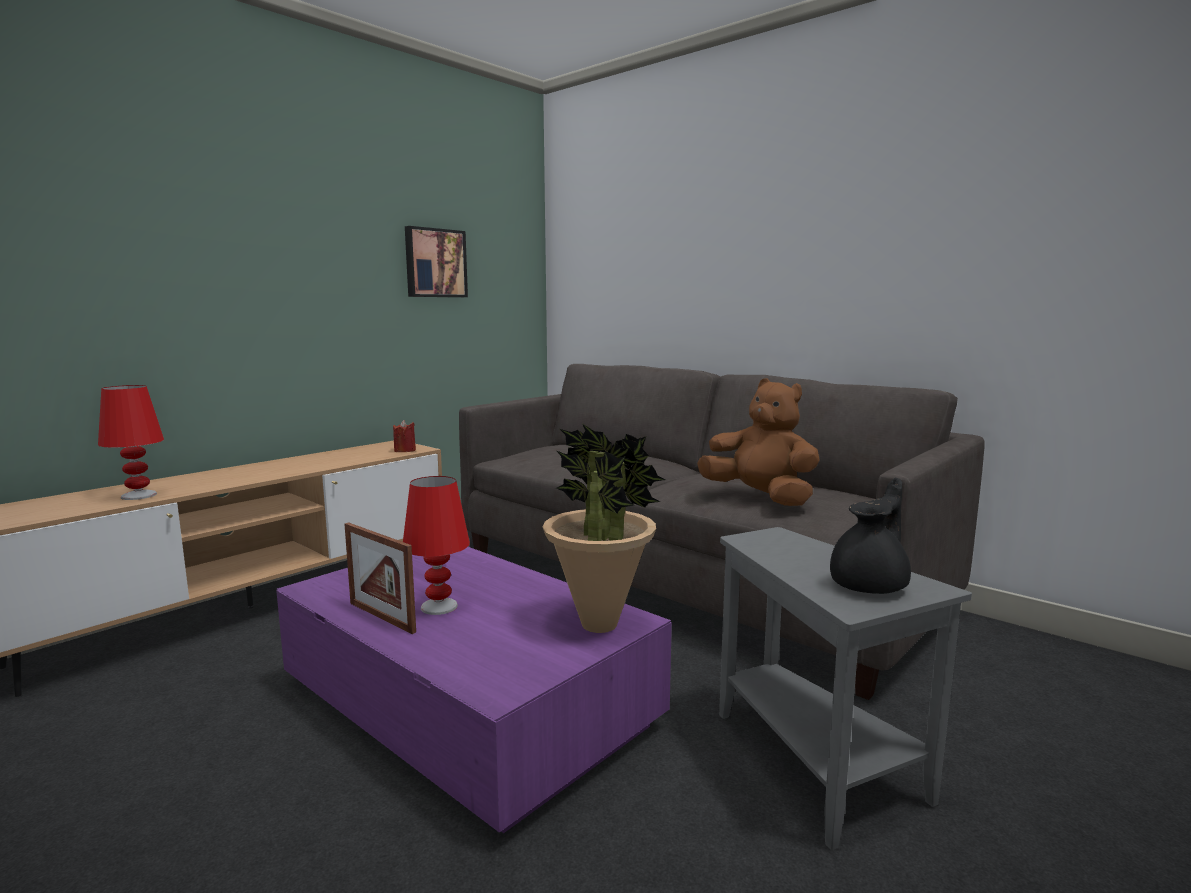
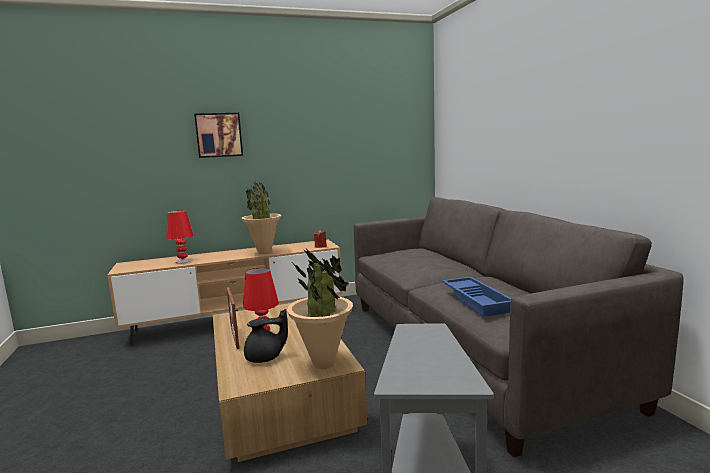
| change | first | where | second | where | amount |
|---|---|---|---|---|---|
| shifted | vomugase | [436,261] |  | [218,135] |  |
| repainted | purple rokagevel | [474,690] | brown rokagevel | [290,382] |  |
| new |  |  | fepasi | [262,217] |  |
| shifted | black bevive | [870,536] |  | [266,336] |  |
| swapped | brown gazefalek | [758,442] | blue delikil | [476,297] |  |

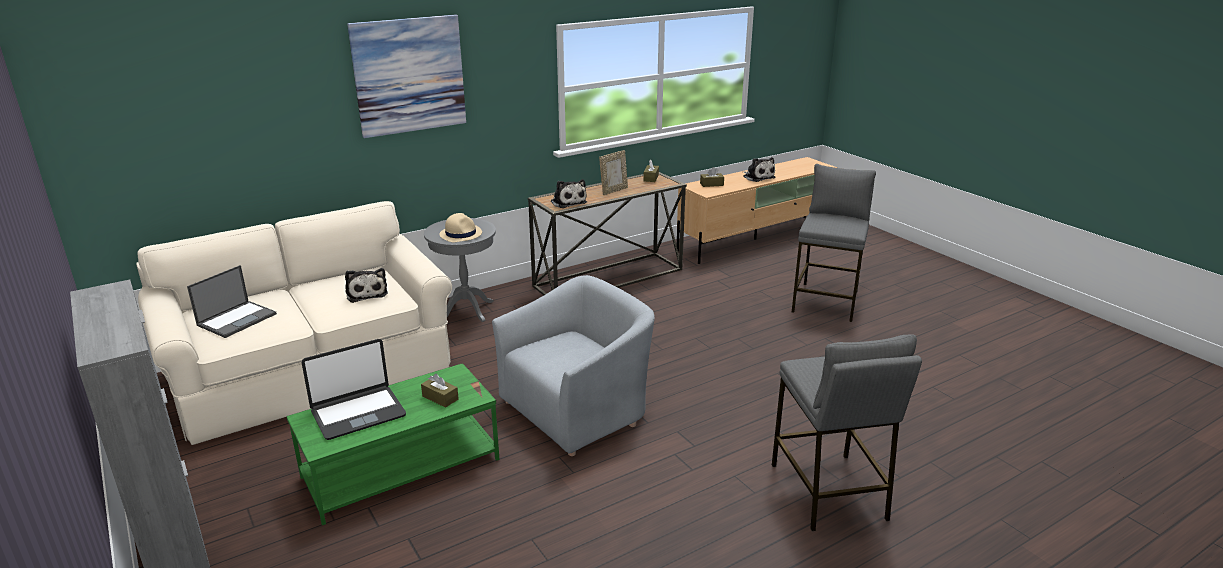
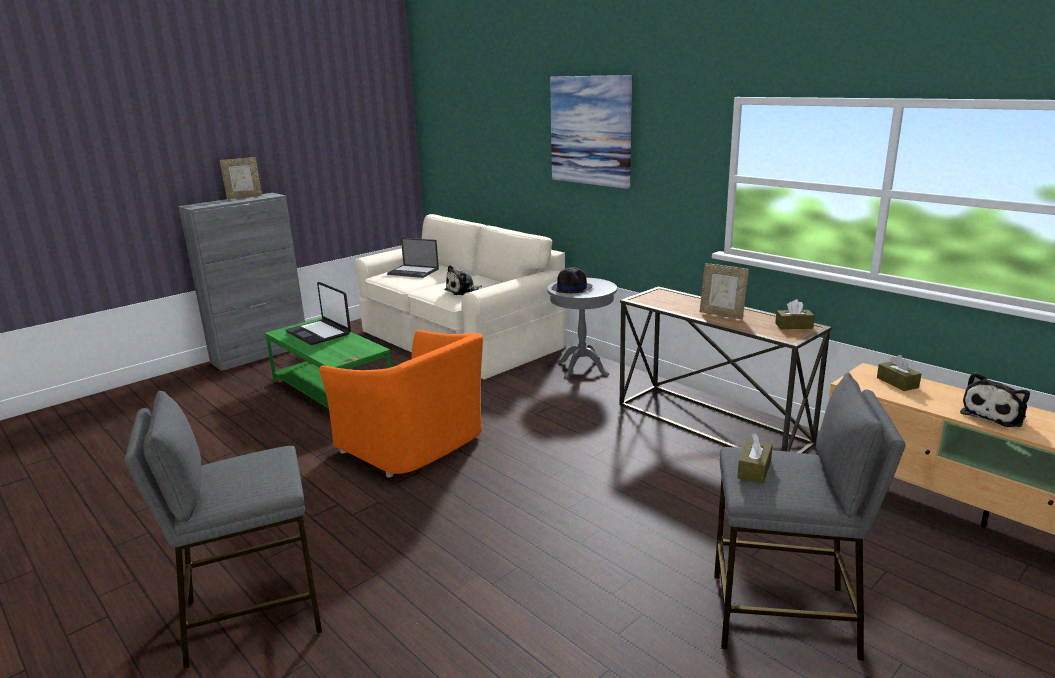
| change | first | where | second | where | amount |
|---|---|---|---|---|---|
| new |  |  | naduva | [240,178] |  |
| repainted | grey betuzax | [573,365] | orange betuzax | [401,403] |  |
| repainted | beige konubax | [460,227] | black konubax | [572,280] |  |
| shifted | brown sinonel | [440,391] |  | [755,458] |  |
| gone | gazefalek | [569,193] |  |  |  |

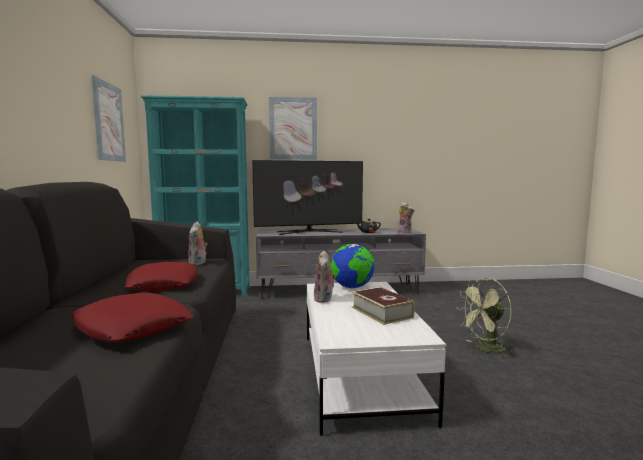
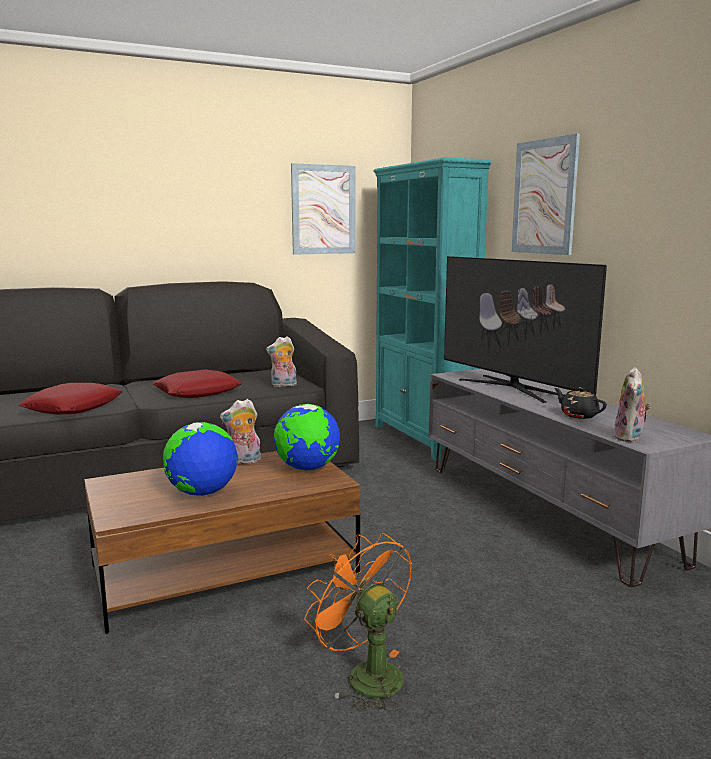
| change | first | where | second | where | amount |
|---|---|---|---|---|---|
| repainted | white rokagevel | [376,359] | brown rokagevel | [222,542] |  |
| swapped | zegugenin | [383,306] | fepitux | [200,459] |  |
| repainted | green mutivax | [485,318] | orange mutivax | [358,622] |  |

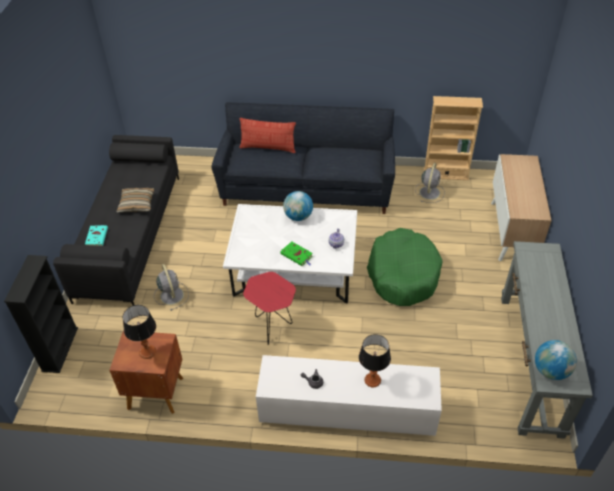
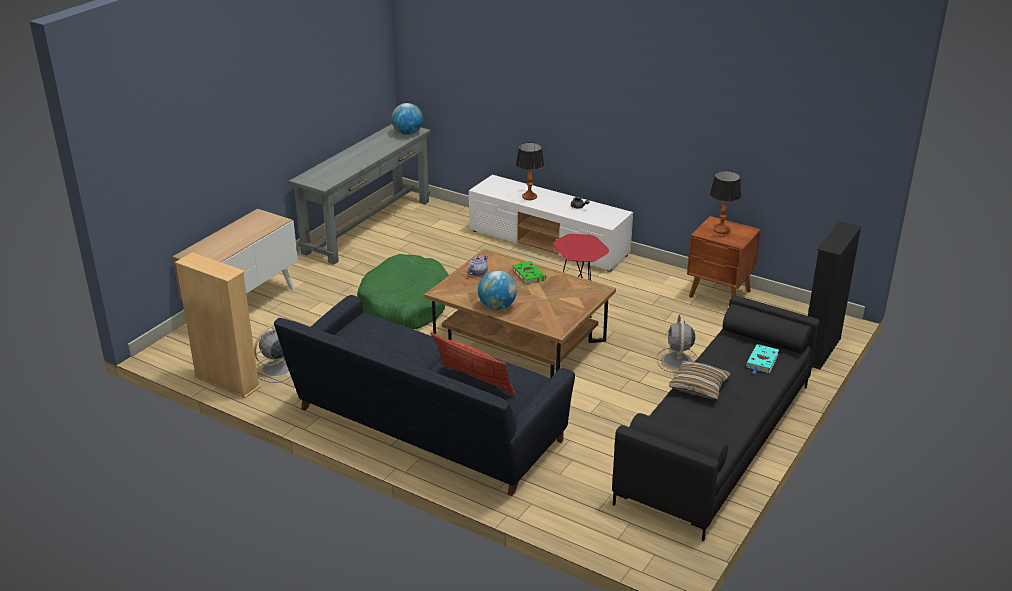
| change | first | where | second | where | amount |
|---|---|---|---|---|---|
| repainted | white rokagevel | [290,254] | brown rokagevel | [520,313] |  |

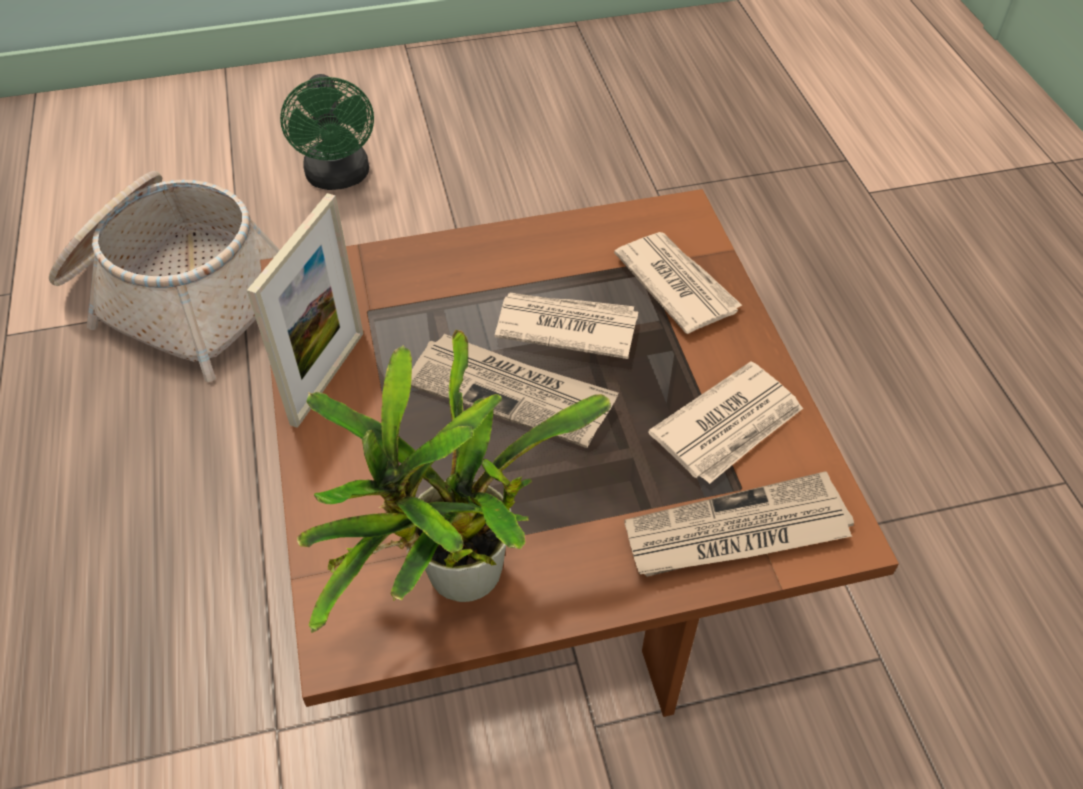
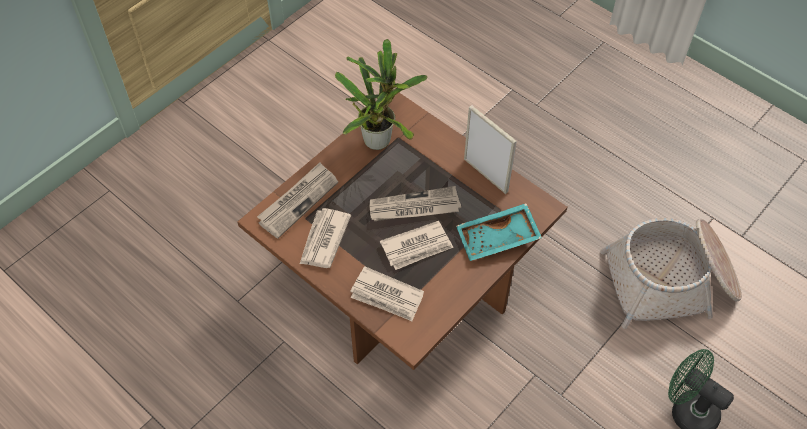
| change | first | where | second | where | amount |
|---|---|---|---|---|---|
| new |  |  | turquoise delikil | [499,232] |  |
| rotated | naduva | [305,310] |  | [490,149] | 150 degrees clockwise |

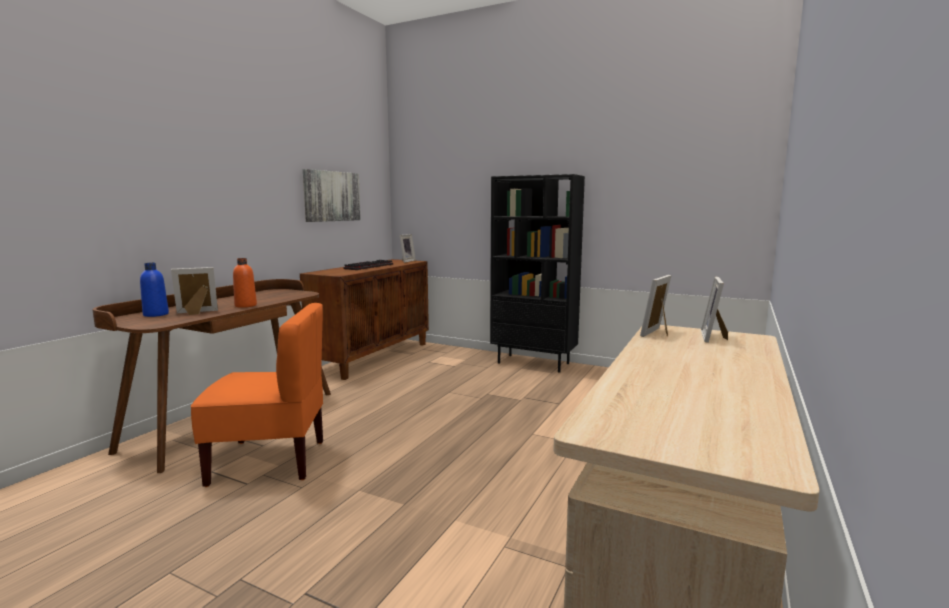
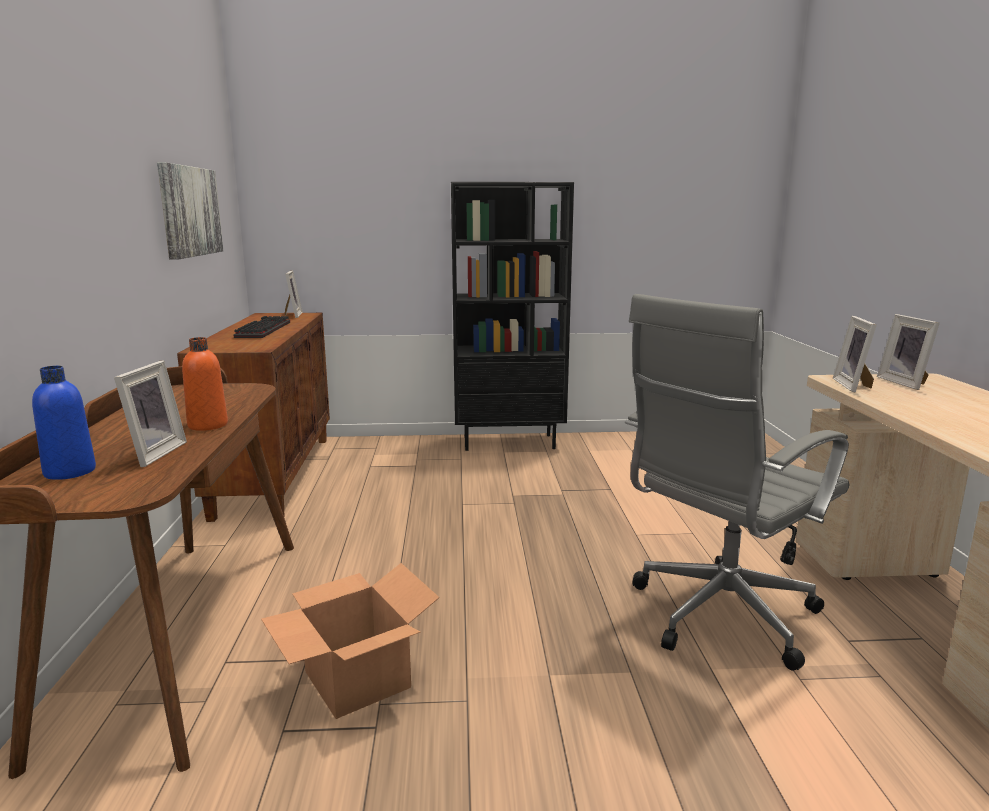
| change | first | where | second | where | amount |
|---|---|---|---|---|---|
| rotated | naduva | [194,291] |  | [150,413] | 150 degrees clockwise |
| swapped | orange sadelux | [257,395] | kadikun | [350,641] |  |
| new |  |  | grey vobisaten | [737,482] |  |

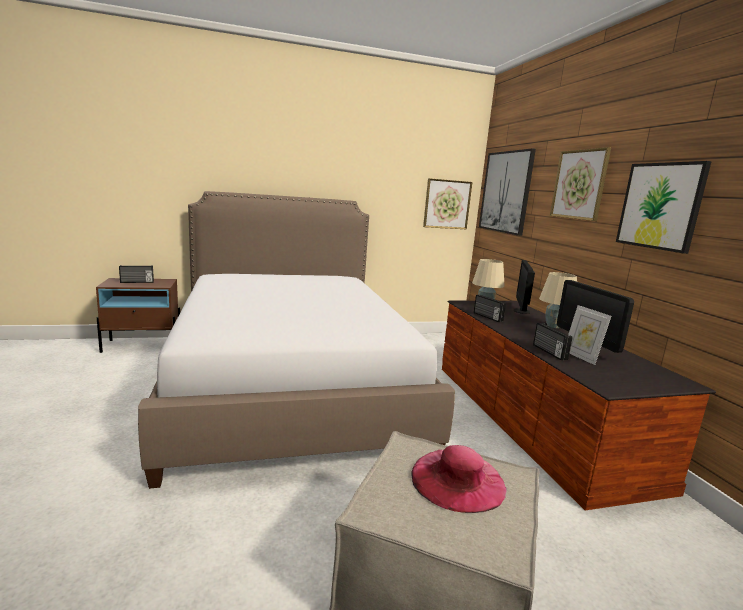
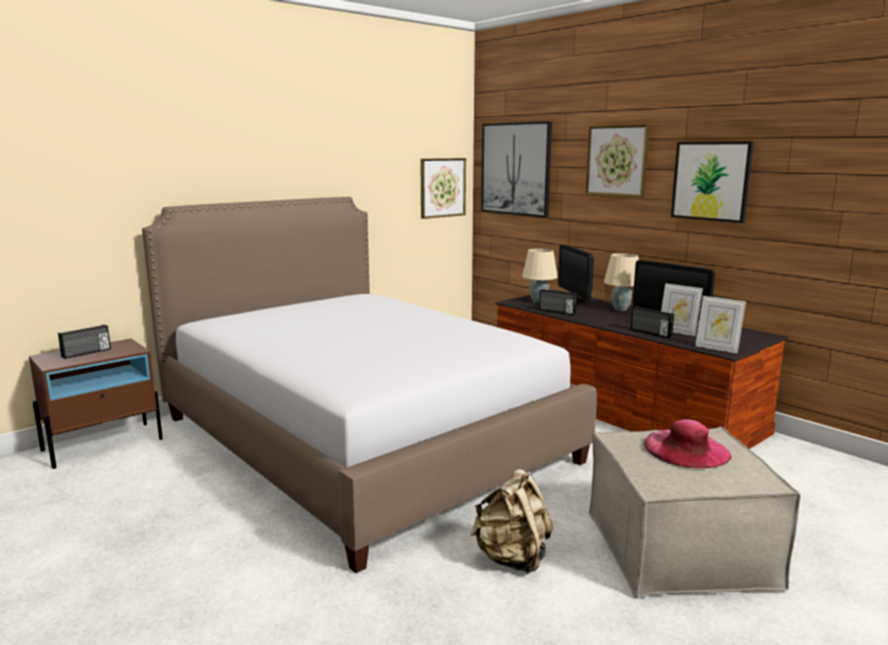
| change | first | where | second | where | amount |
|---|---|---|---|---|---|
| new |  |  | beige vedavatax | [512,521] |  |
| new |  |  | naduva | [720,325] |  |

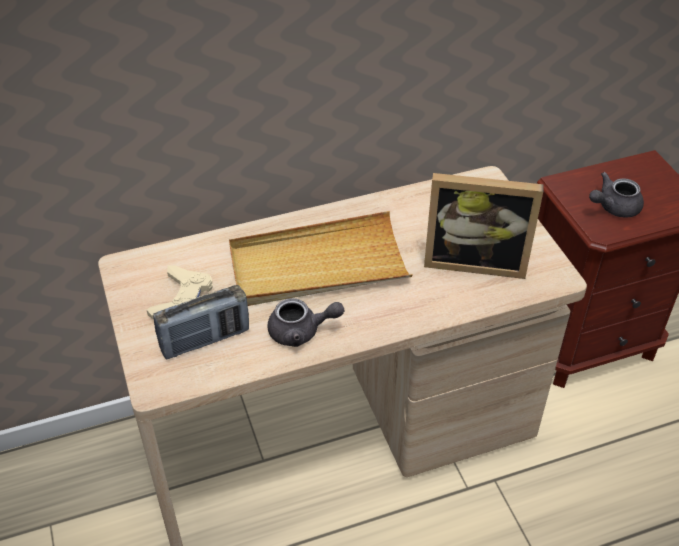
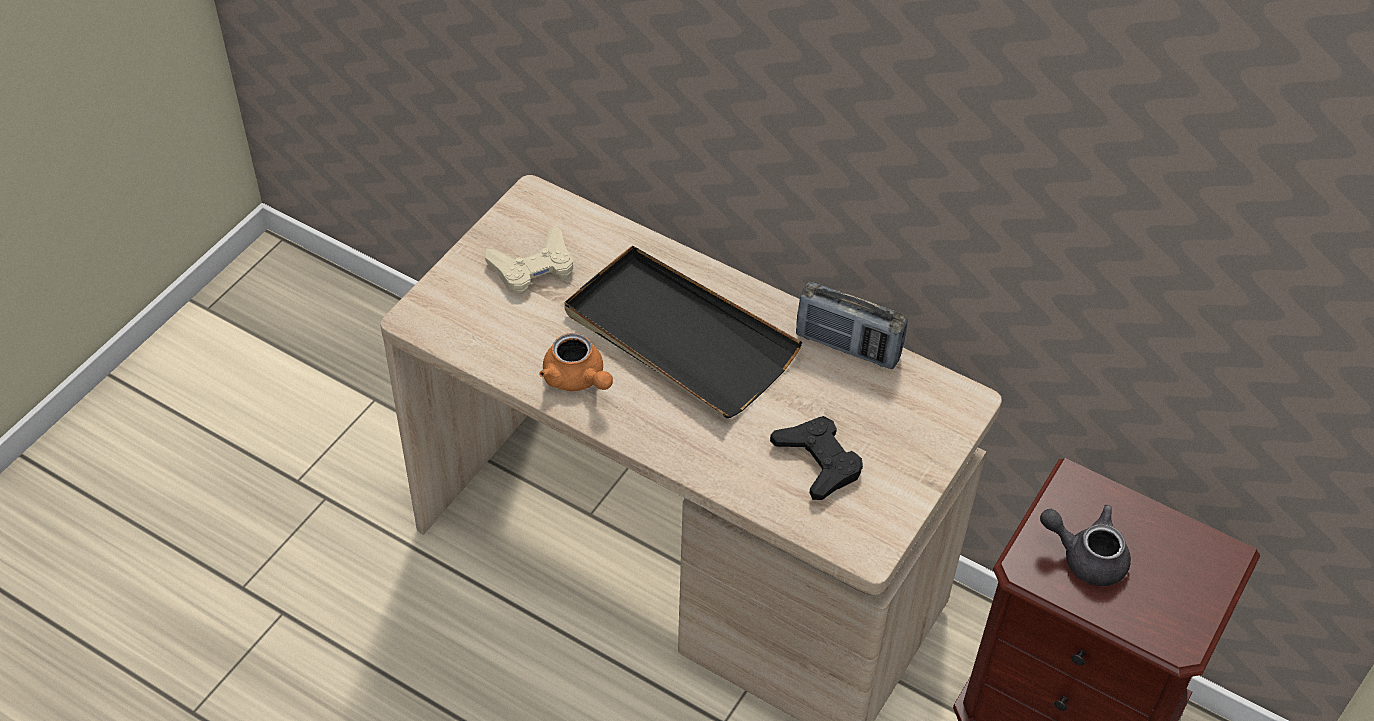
| change | first | where | second | where | amount |
|---|---|---|---|---|---|
| repainted | grey bevive | [306,322] | orange bevive | [576,362] |  |
| repainted | beige delikil | [321,258] | black delikil | [683,331] |  |
| swapped | naduva | [484,226] | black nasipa | [816,458] |  |
| shifted | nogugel | [201,322] |  | [852,325] |  |

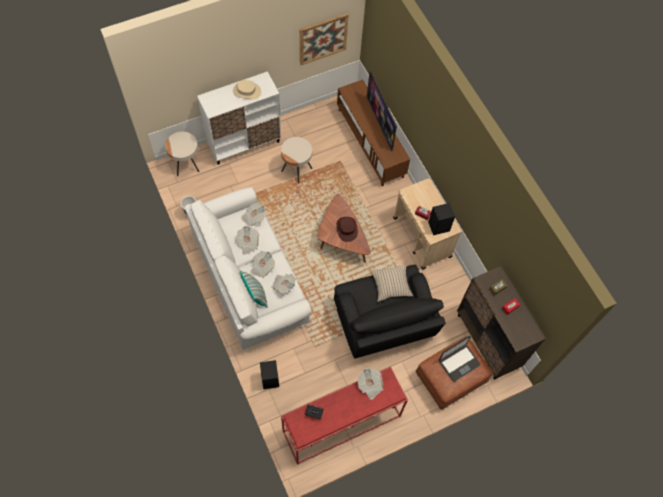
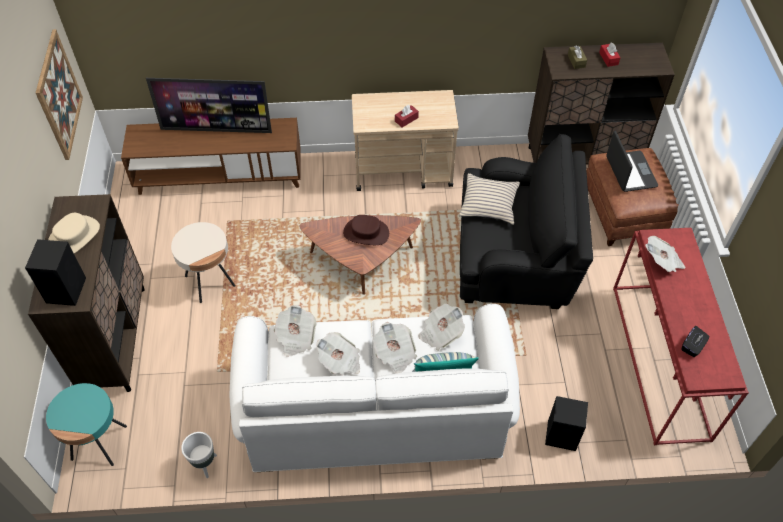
| change | first | where | second | where | amount |
|---|---|---|---|---|---|
| shifted | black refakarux | [441,219] |  | [55,272] |  |
| repainted | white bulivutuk | [239,118] | brown bulivutuk | [86,293] |  |
| repainted | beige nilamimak | [182,153] | turquoise nilamimak | [86,424] |  |

